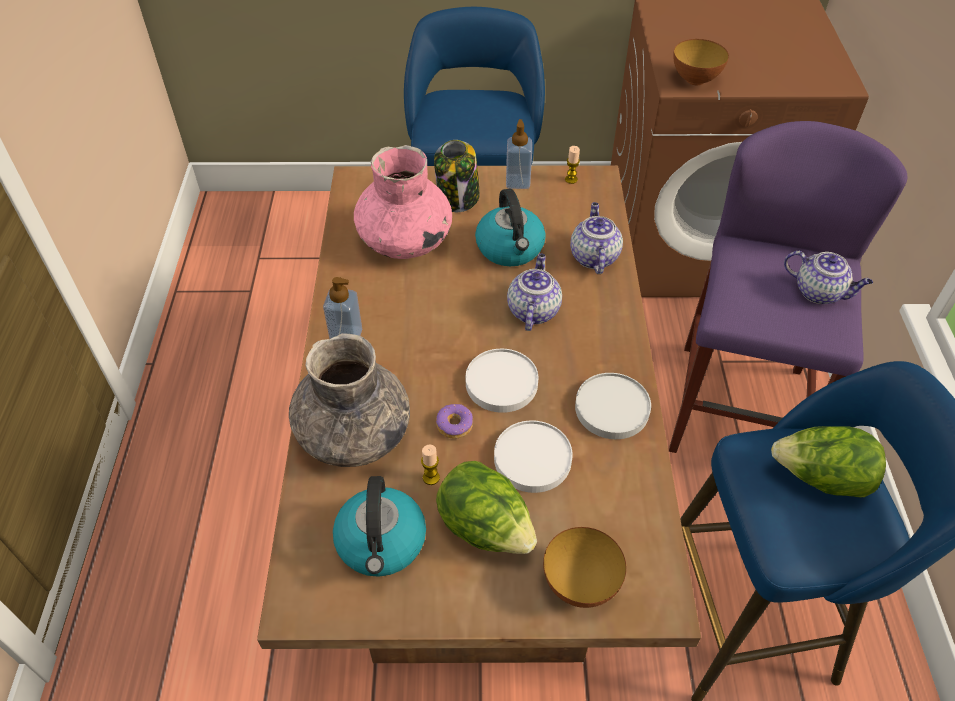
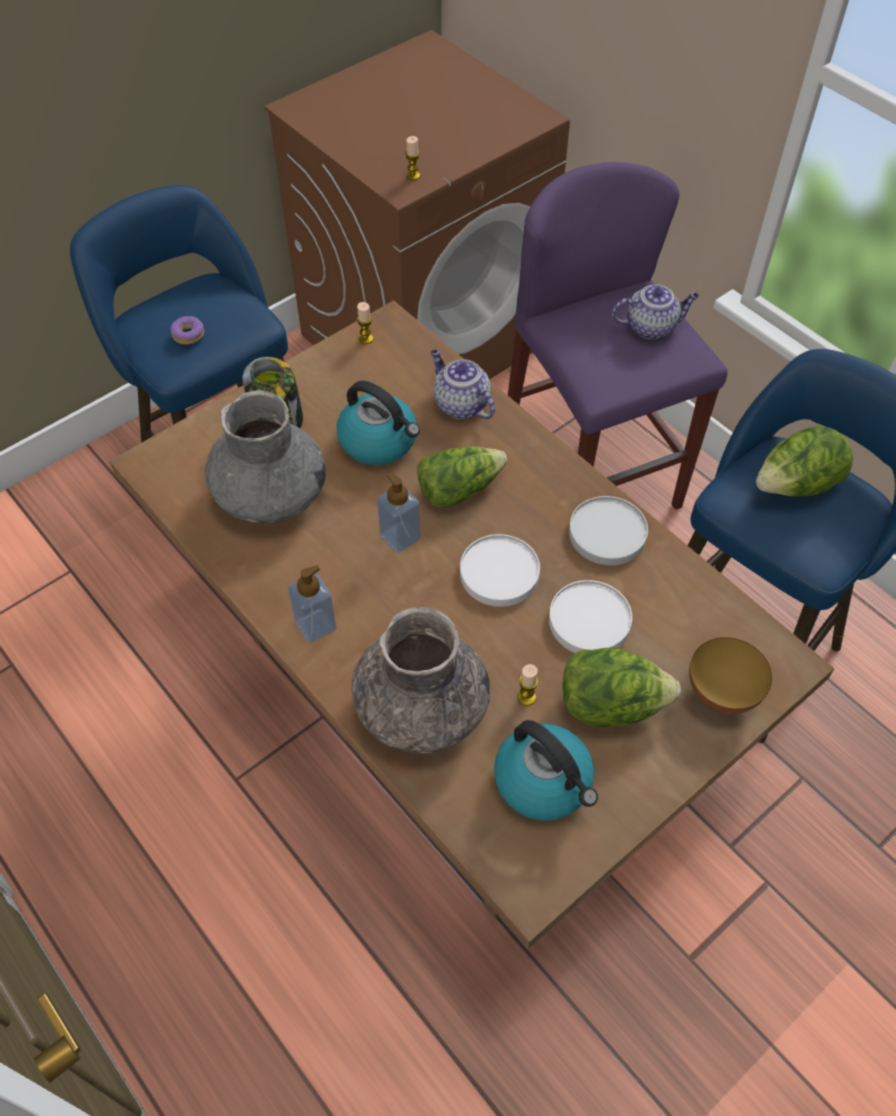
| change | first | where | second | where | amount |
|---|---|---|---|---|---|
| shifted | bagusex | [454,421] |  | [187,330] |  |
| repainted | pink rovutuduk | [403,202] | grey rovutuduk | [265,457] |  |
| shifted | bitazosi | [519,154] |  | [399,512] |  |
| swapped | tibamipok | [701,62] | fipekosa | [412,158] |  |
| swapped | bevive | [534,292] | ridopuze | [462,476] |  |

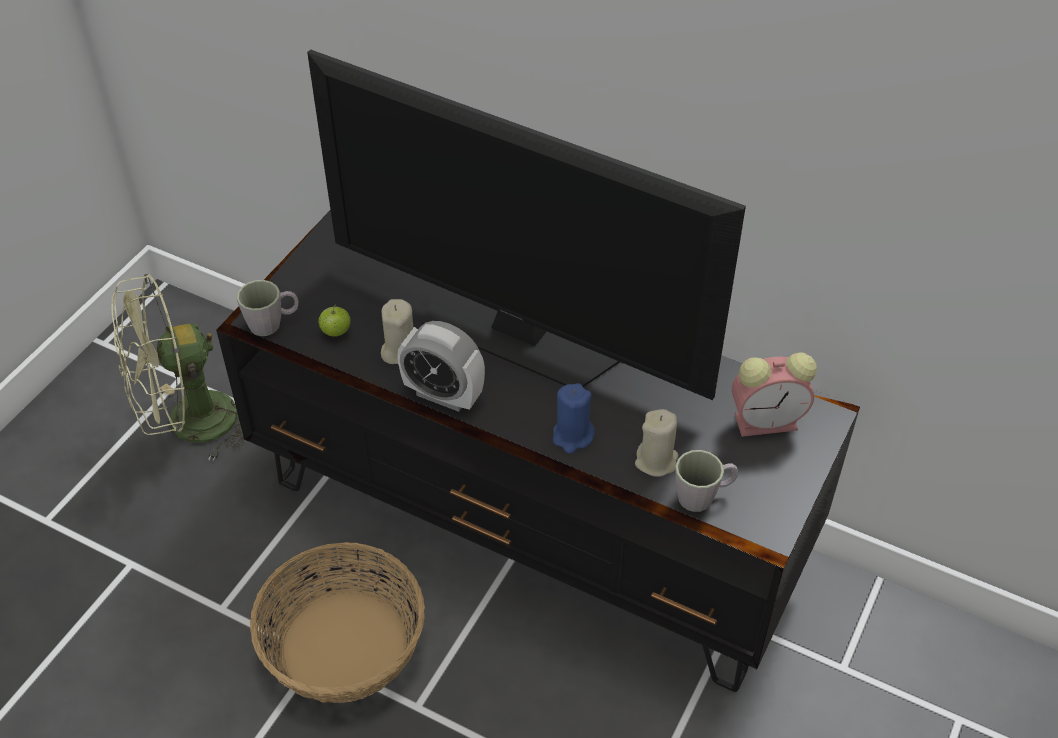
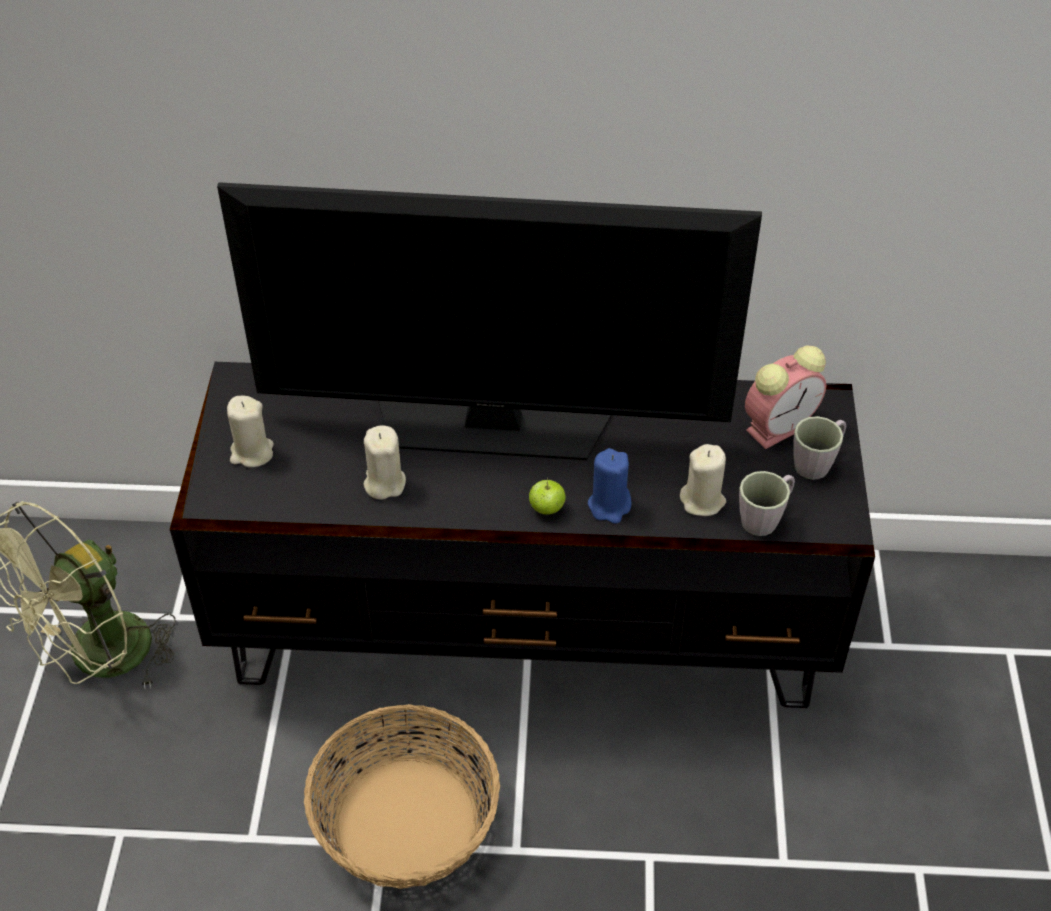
| change | first | where | second | where | amount |
|---|---|---|---|---|---|
| new |  |  | beige fipekosa | [250,431] |  |
| shifted | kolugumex | [334,320] |  | [547,496] |  |
| shifted | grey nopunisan | [267,308] |  | [819,448] |  |
| gone | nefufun | [441,366] |  |  |  |

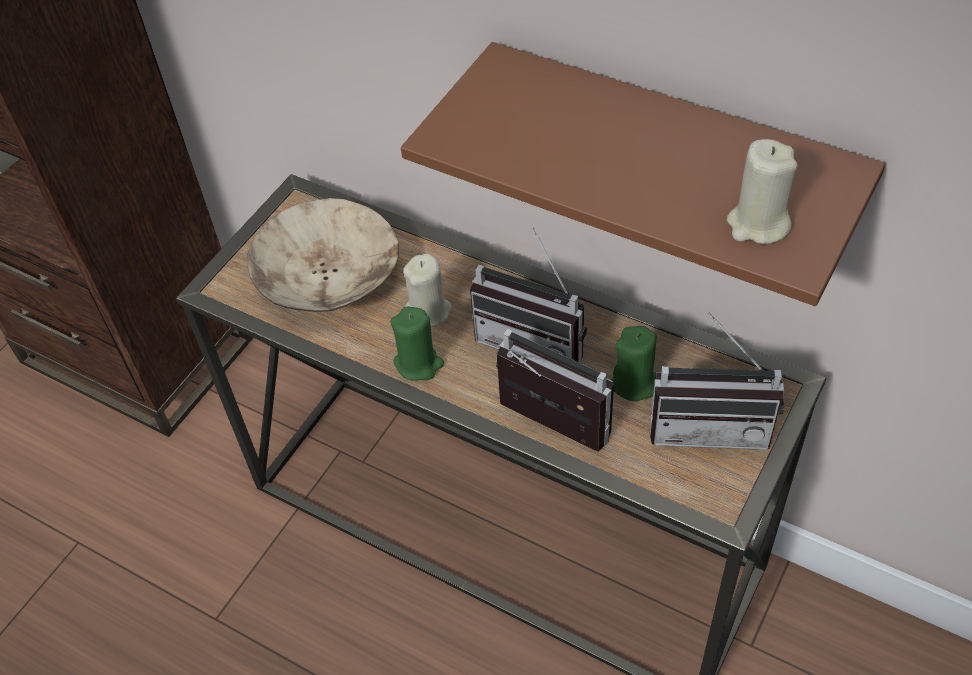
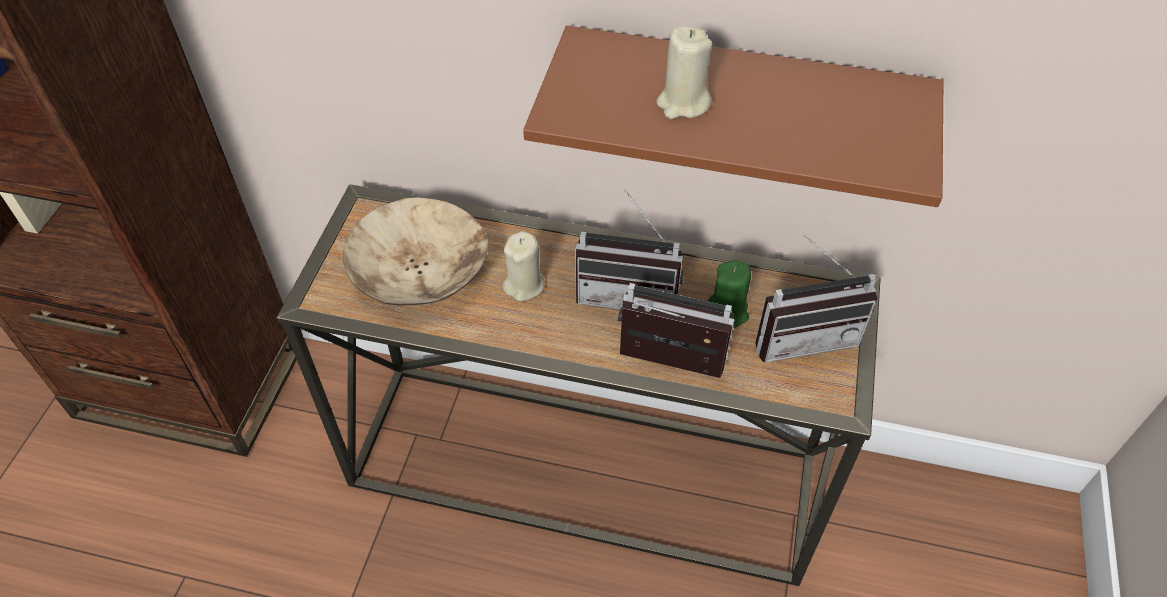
| change | first | where | second | where | amount |
|---|---|---|---|---|---|
| shifted | beige fipekosa | [762,191] |  | [684,72] |  |
| gone | green fipekosa | [417,344] |  |  |  |

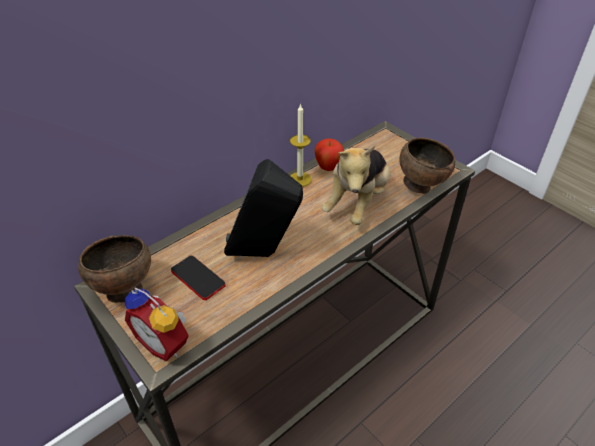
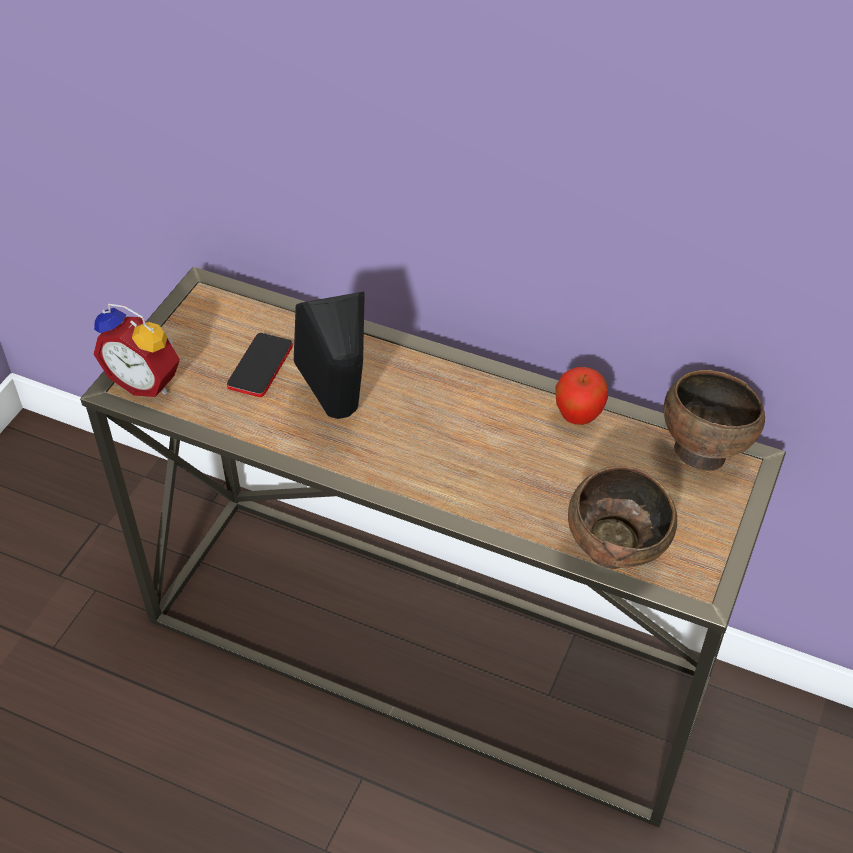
| change | first | where | second | where | amount |
|---|---|---|---|---|---|
| rotated | nefufun | [157,324] |  | [136,350] | 75 degrees counterclockwise |
| shifted | brown tibamipok | [114,269] |  | [714,420] |  |
| gone | fipekosa | [301,145] |  |  |  |
| gone | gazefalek | [356,185] |  |  |  |

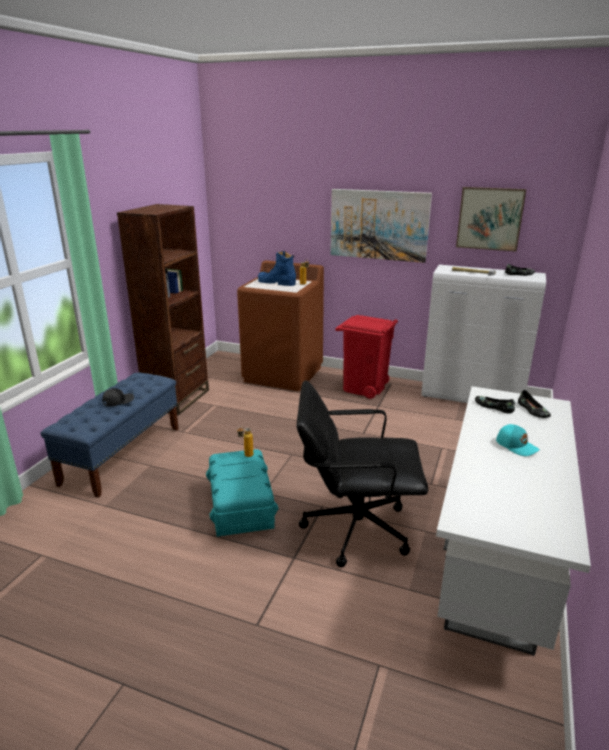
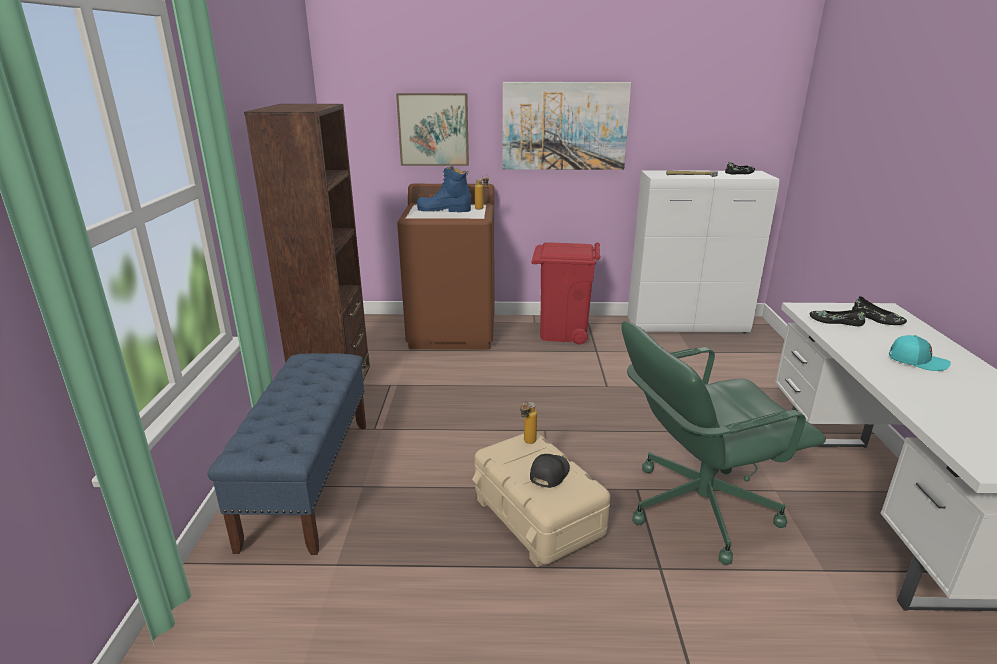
| change | first | where | second | where | amount |
|---|---|---|---|---|---|
| shifted | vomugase | [491,219] |  | [432,129] |  |
| repainted | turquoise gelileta | [242,493] | beige gelileta | [541,499] |  |
| shifted | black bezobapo | [118,397] |  | [550,471] |  |
| repainted | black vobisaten | [362,473] | green vobisaten | [724,443] |  |

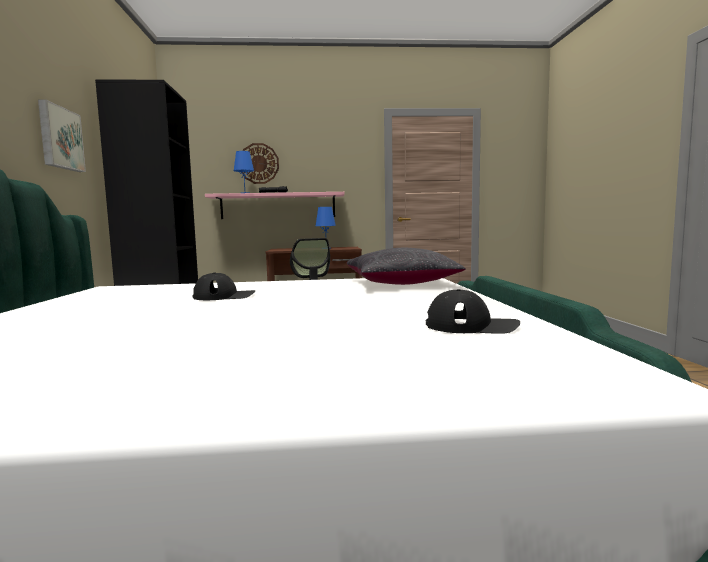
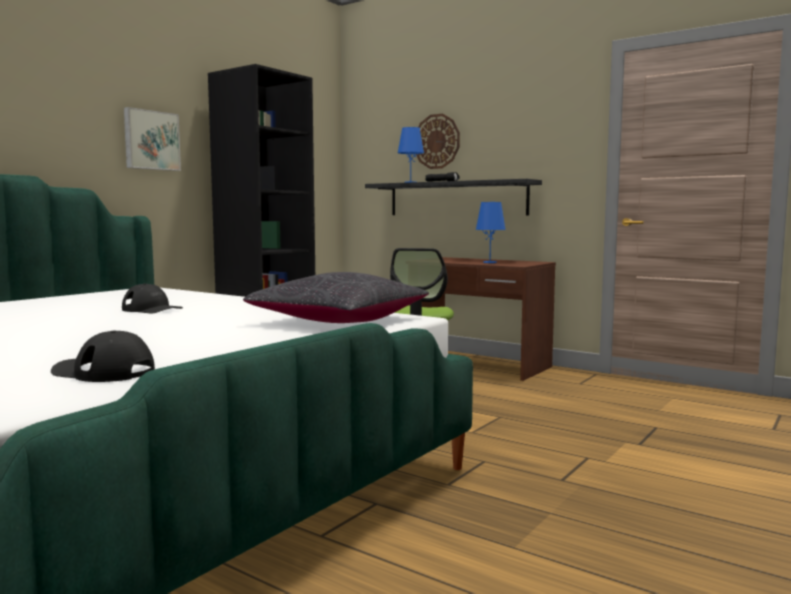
| change | first | where | second | where | amount |
|---|---|---|---|---|---|
| rotated | black bezobapo | [473,311] |  | [103,356] | 150 degrees clockwise |
| repainted | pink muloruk | [275,205] | black muloruk | [453,197] |  |

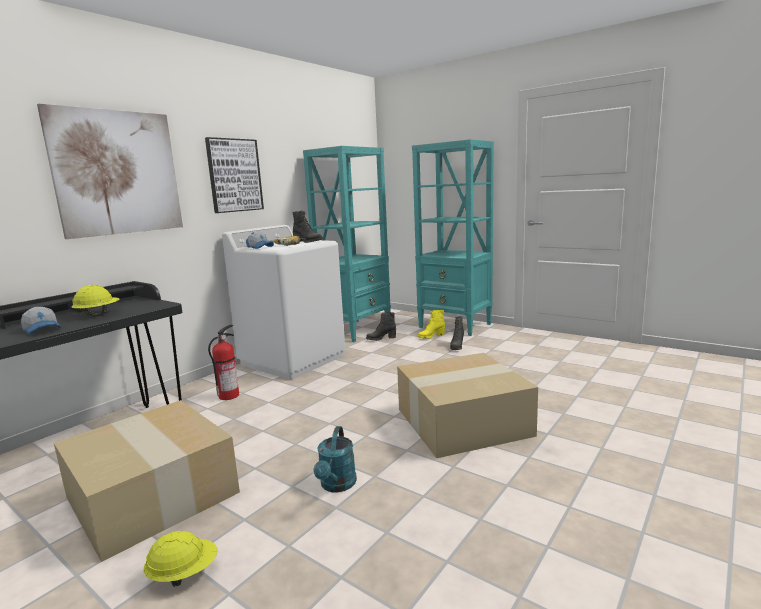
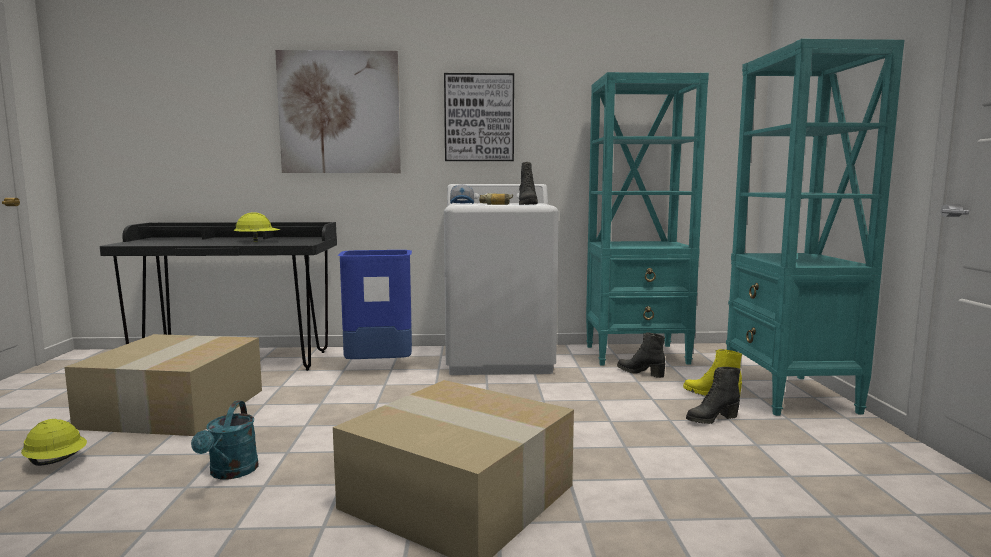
| change | first | where | second | where | amount |
|---|---|---|---|---|---|
| rotated | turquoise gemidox | [335,459] |  | [225,440] | 60 degrees counterclockwise |
| swapped | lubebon | [223,362] | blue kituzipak | [375,304] |  |
| gone | bezobapo | [41,320] |  |  |  |

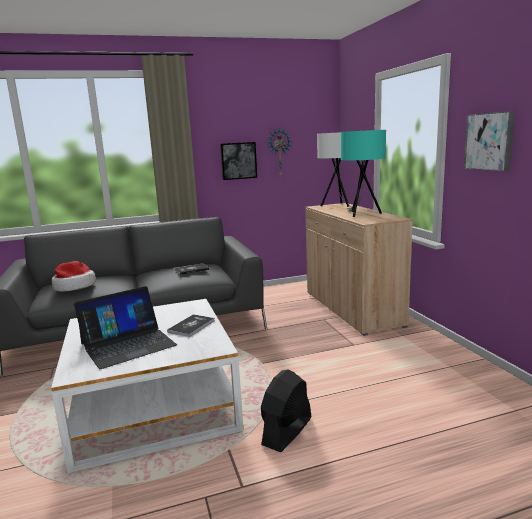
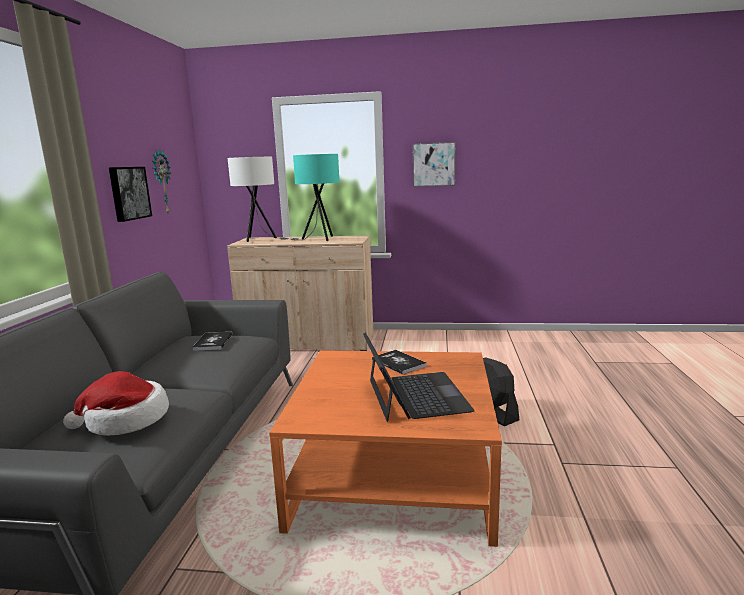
| change | first | where | second | where | amount |
|---|---|---|---|---|---|
| repainted | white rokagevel | [147,386] | orange rokagevel | [385,448] |  |

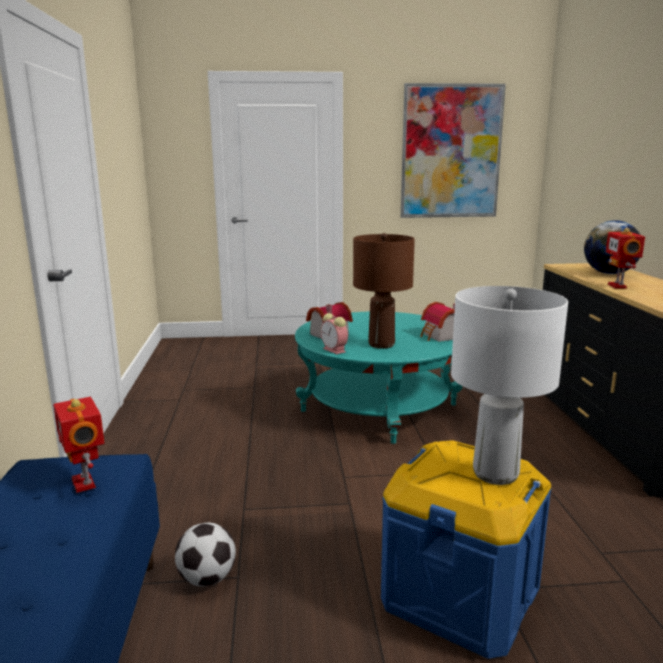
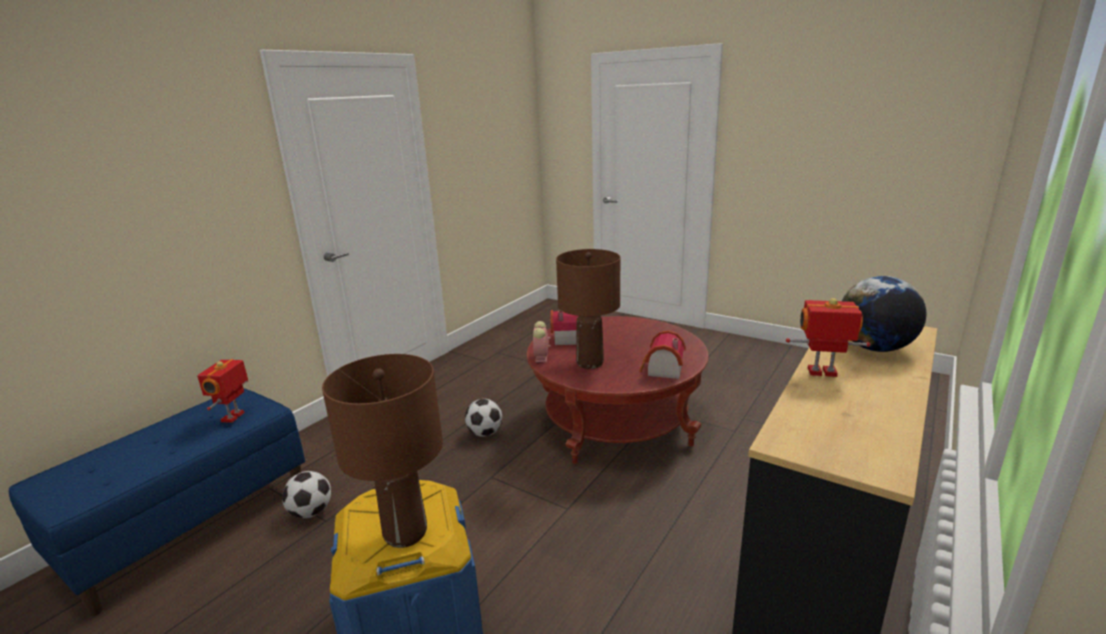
| change | first | where | second | where | amount |
|---|---|---|---|---|---|
| repainted | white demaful | [509,385] | brown demaful | [382,451] |  |
| new |  |  | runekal | [483,418] |  |
| repainted | turquoise rokagevel | [379,378] | red rokagevel | [618,390] |  |
| rotated | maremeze | [625,258] |  | [828,337] | 60 degrees clockwise |
| gone | vomugase | [453,150] |  |  |  |

